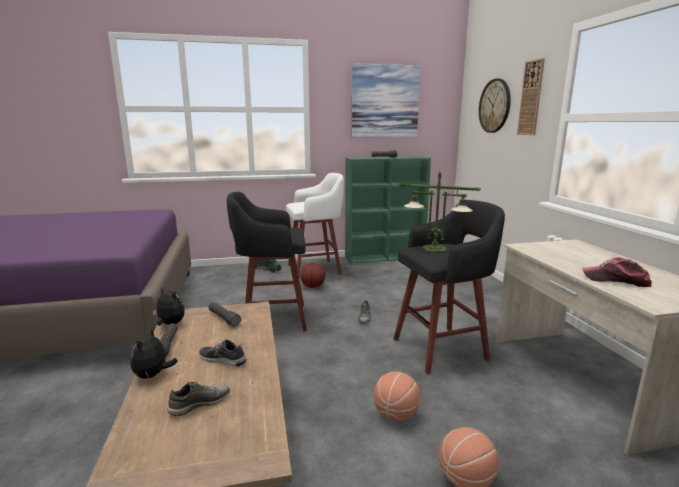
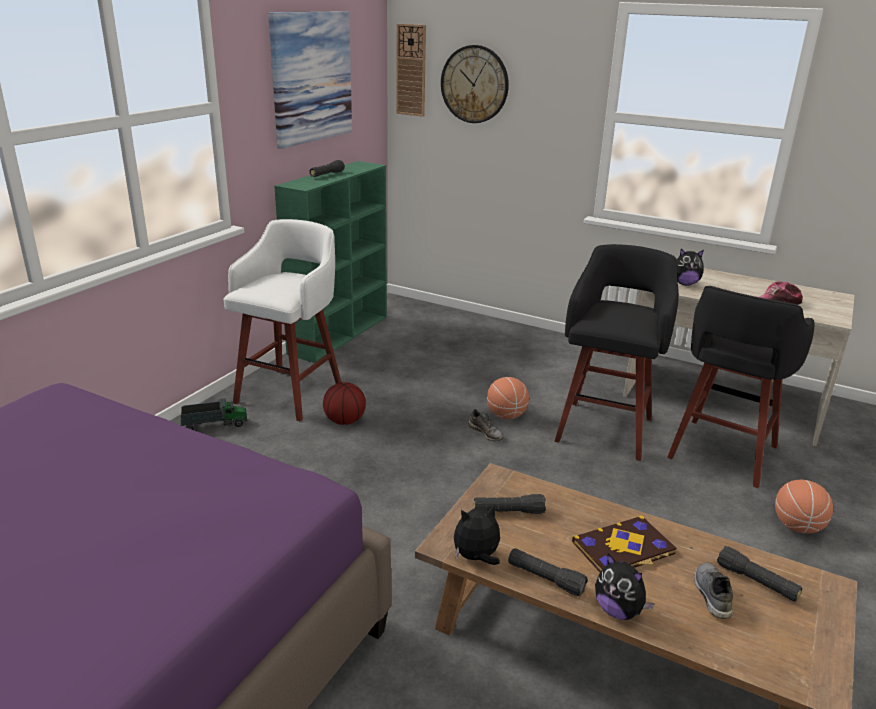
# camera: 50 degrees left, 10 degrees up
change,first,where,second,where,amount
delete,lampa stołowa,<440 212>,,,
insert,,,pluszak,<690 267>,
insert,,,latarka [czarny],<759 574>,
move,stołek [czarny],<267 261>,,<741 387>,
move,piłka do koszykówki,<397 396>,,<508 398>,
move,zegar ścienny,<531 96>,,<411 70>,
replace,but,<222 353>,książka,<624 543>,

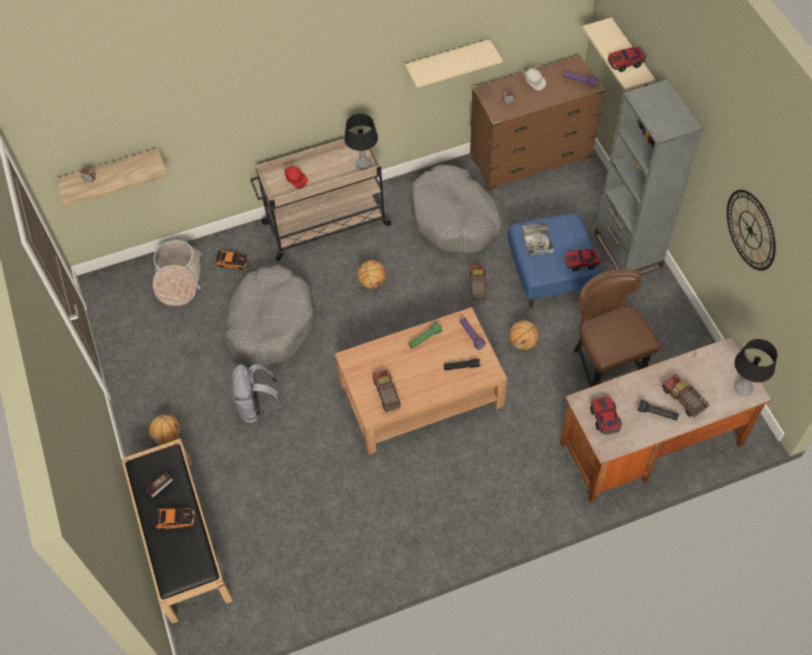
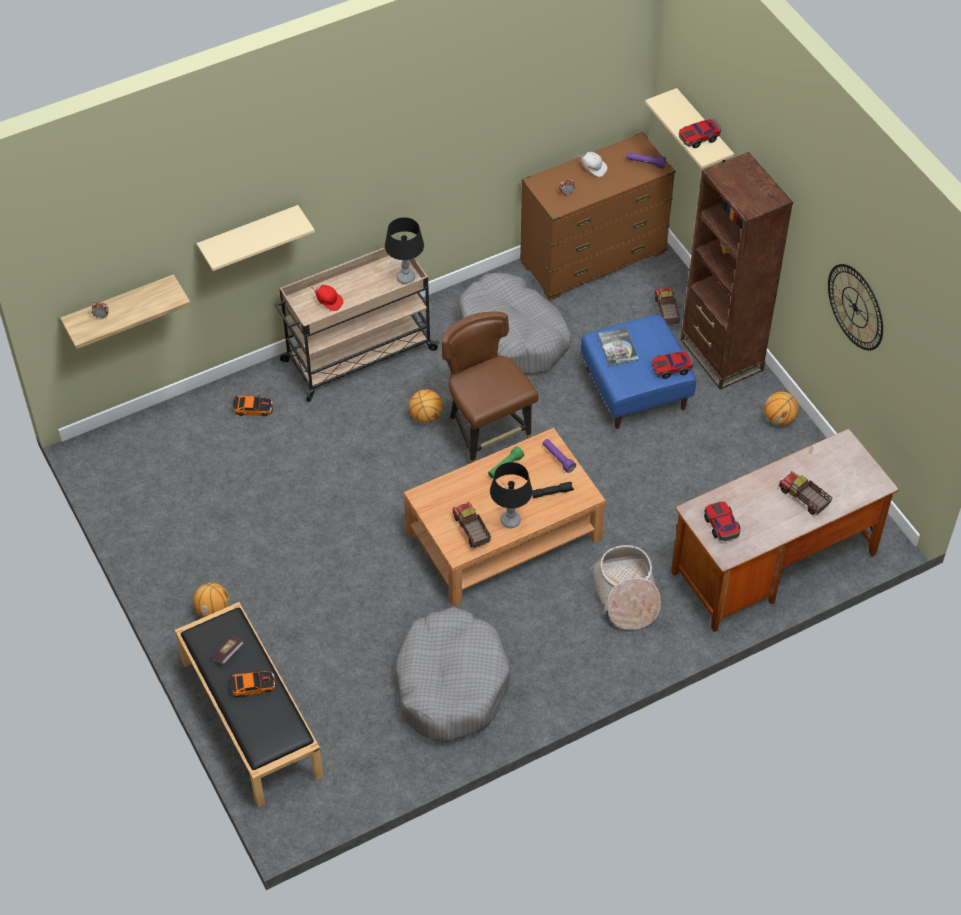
# camera: 10 degrees left, 5 degrees down
change,first,where,second,where,amount
delete,plecak [szary],<256 393>,,,
delete,latarka [czarny],<658 410>,,,
move,koszyk,<177 273>,,<625 587>,
move,legowisko [szary],<270 315>,,<452 674>,
move,półka [beżowy],<454 63>,,<256 238>,
move,ciężarówka zabawkowa,<478 282>,,<667 306>,
move,piłka do koszykówki,<524 335>,,<781 408>,
move,krzesło [brązowy],<615 328>,,<490 387>,
move,lampa stołowa [czarny],<755 367>,,<511 495>,
recolor,regał [szary],<649 177>,regał [brązowy],<737 271>,

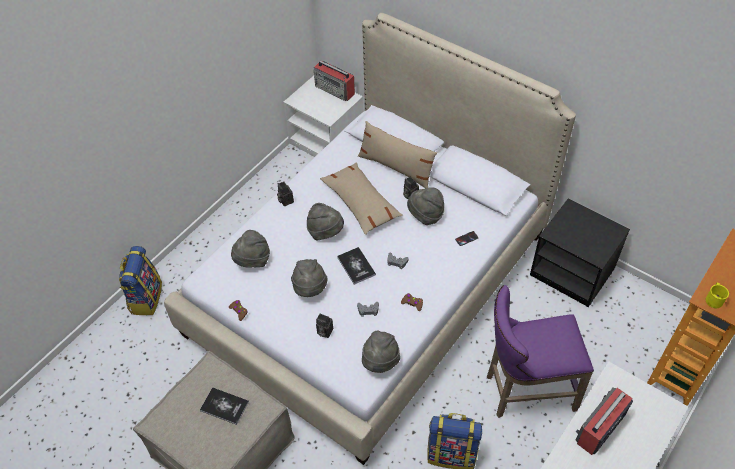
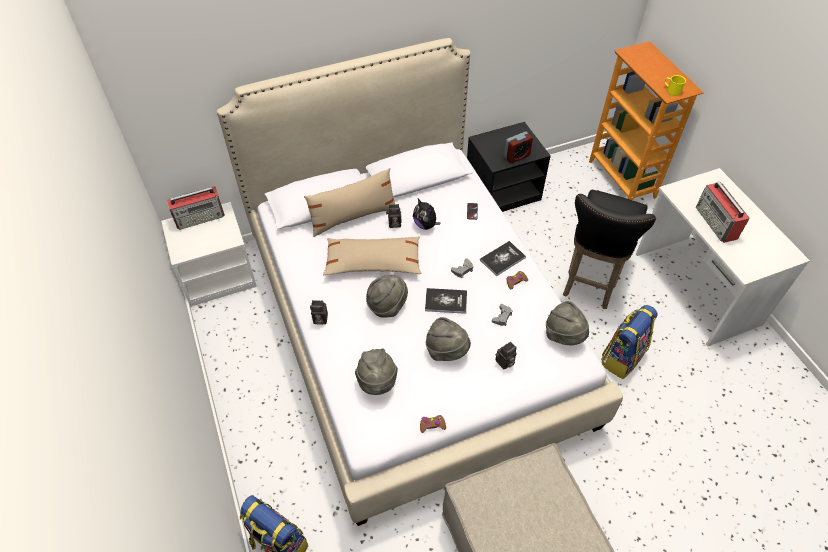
# camera: 60 degrees left, 0 degrees up
change,first,where,second,where,amount
insert,,,budzik,<518 147>,
move,książka,<224 406>,,<503 258>,
replace,kapelusz [szary],<425 206>,pluszak,<427 214>,
recolor,stołek [fioletowy],<540 351>,stołek [czarny],<609 249>,

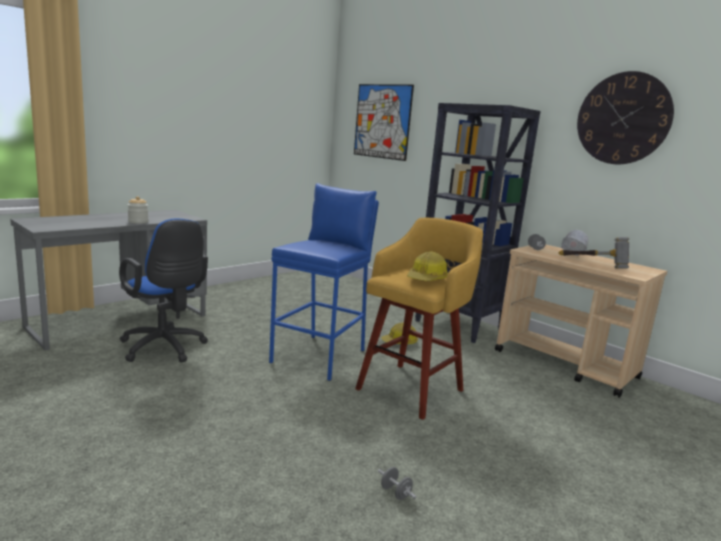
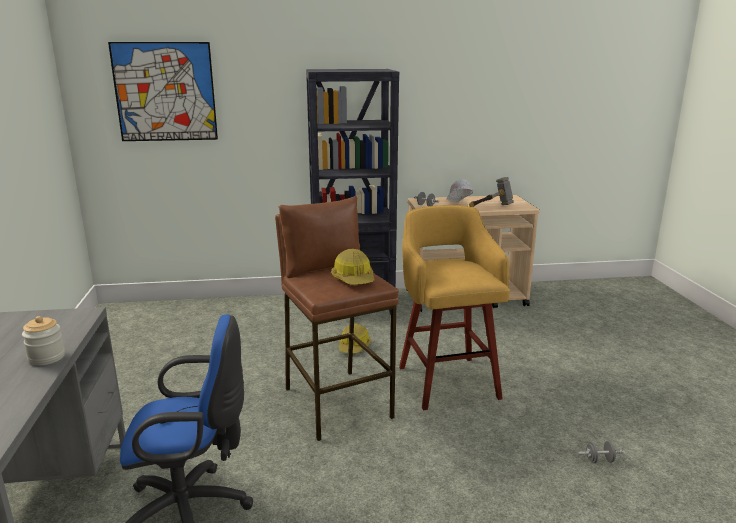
# camera: 50 degrees left, 5 degrees up
change,first,where,second,where,amount
delete,zegar ścienny,<625 117>,,,
move,kask,<427 266>,,<353 267>,
recolor,stołek [niebieski],<324 282>,stołek [brązowy],<337 318>,

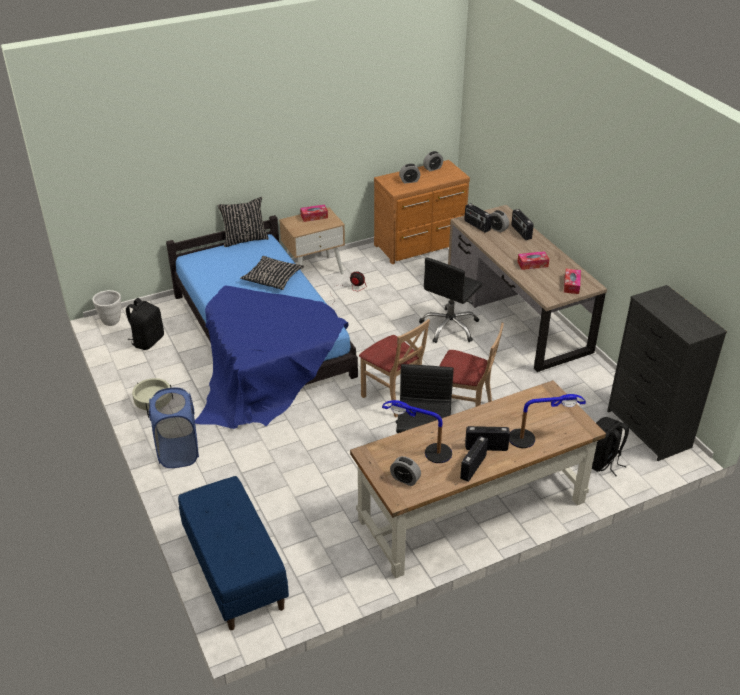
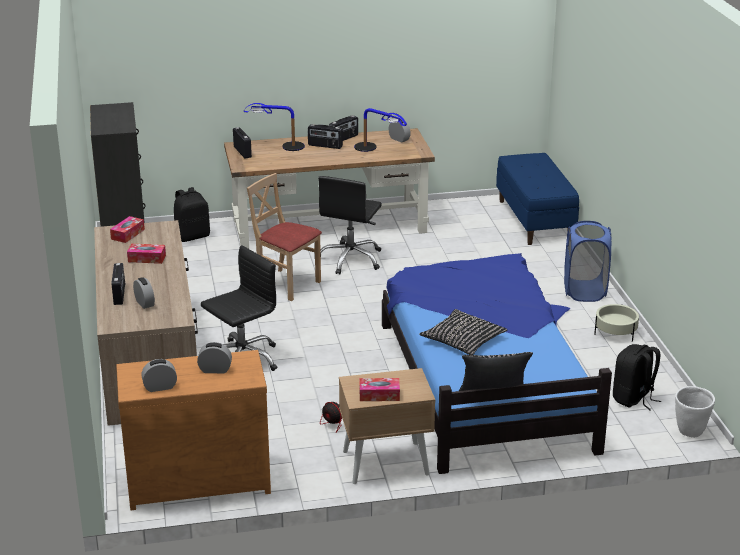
# camera: 165 degrees left, 10 degrees down
change,first,where,second,where,amount
delete,krzesło [beżowy],<394 368>,,,
move,radio,<478 218>,,<242 142>,

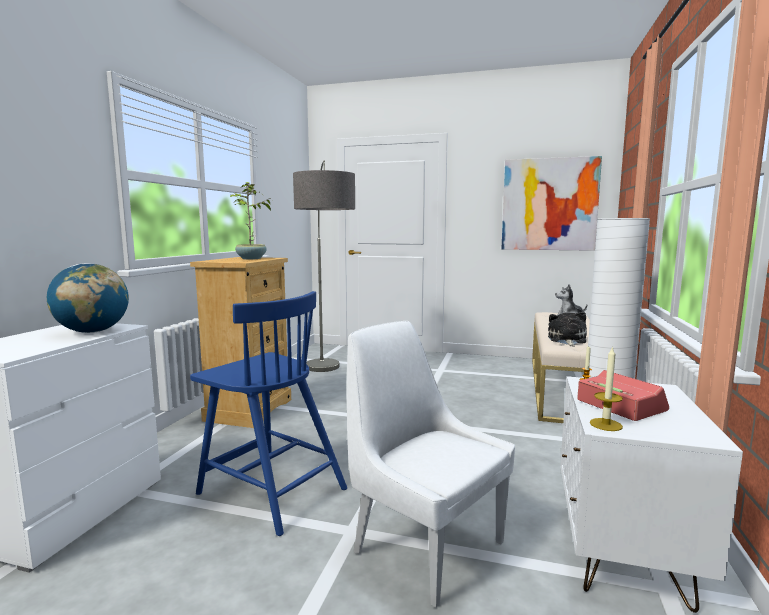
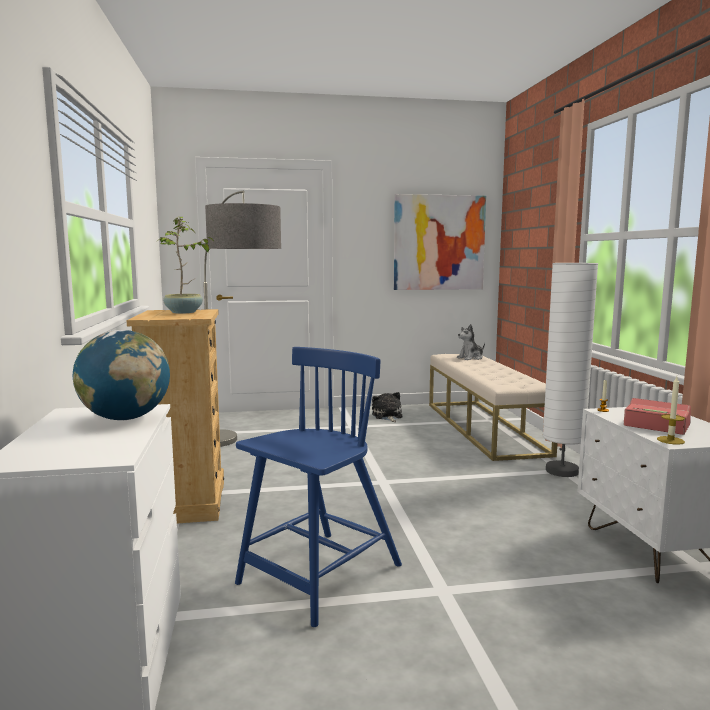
# camera: 25 degrees left, 0 degrees up
change,first,where,second,where,amount
delete,krzesło [biały],<431 464>,,,
move,pluszak,<567 329>,,<387 407>,
rotate,krzesło [niebieski],<268 413>,,<318 487>,60 degrees counterclockwise

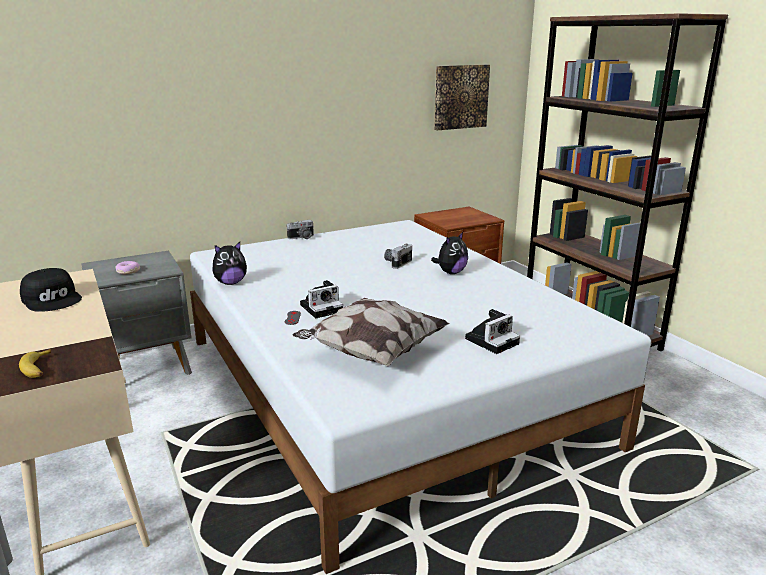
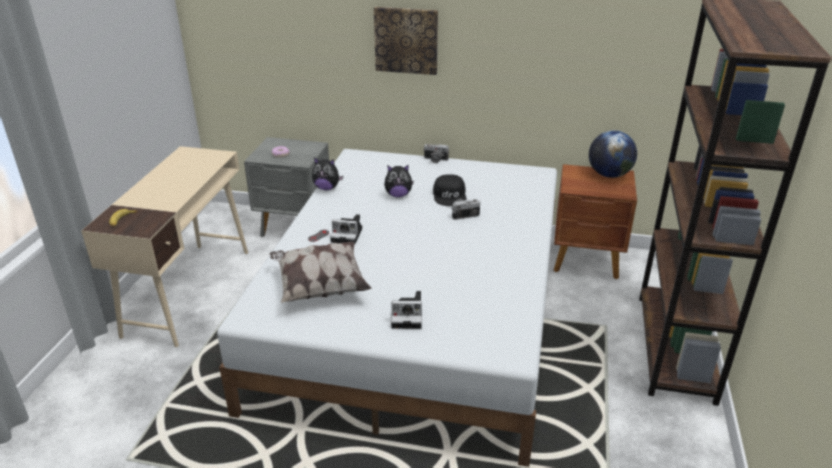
# camera: 40 degrees right, 10 degrees up
change,first,where,second,where,amount
insert,,,globus,<613 154>,
move,czapka z daszkiem [czarny],<51 290>,,<450 190>,
move,pluszak,<449 253>,,<399 181>,
move,obraz,<462 97>,,<406 41>,

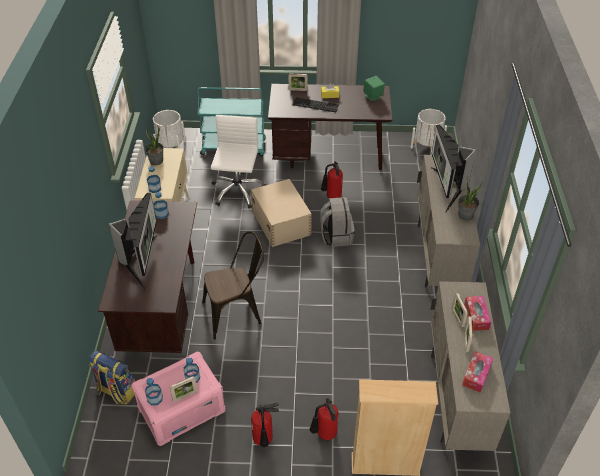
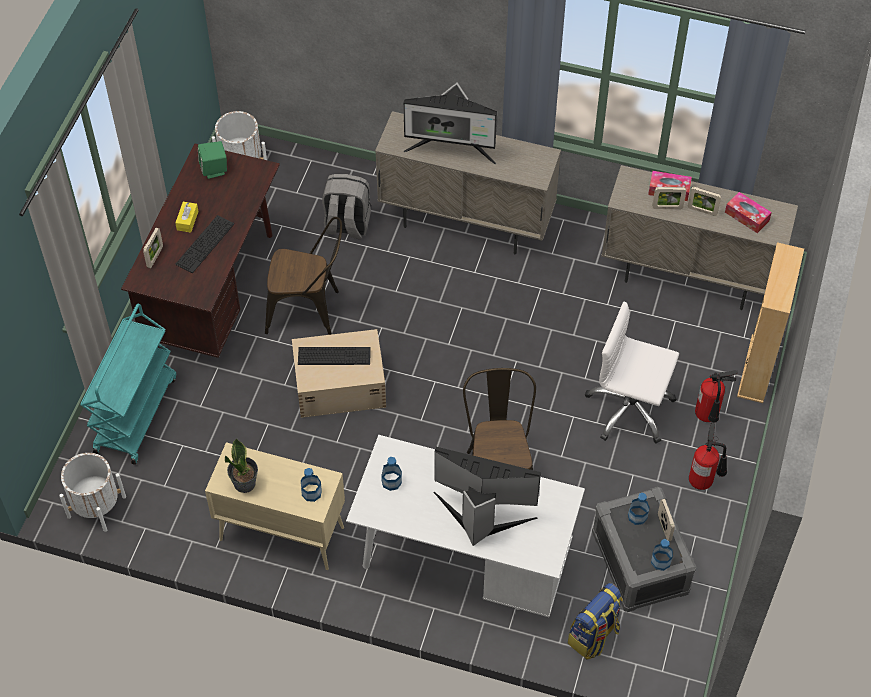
# camera: 75 degrees left, 10 degrees up
change,first,where,second,where,amount
delete,roślina doniczkowa,<470 198>,,,
insert,,,klawiatura,<334 356>,
move,krzesło biurowe [biały],<238 162>,,<632 373>,
move,plecak [szary],<337 222>,,<346 206>,
replace,gaśnica,<332 179>,krzesło [brązowy],<303 276>,
recolor,biurko [brązowy],<147 276>,biurko [biały],<465 526>,
recolor,pojemnik do przechowywania [różowy],<178 399>,pojemnik do przechowywania [szary],<644 549>,

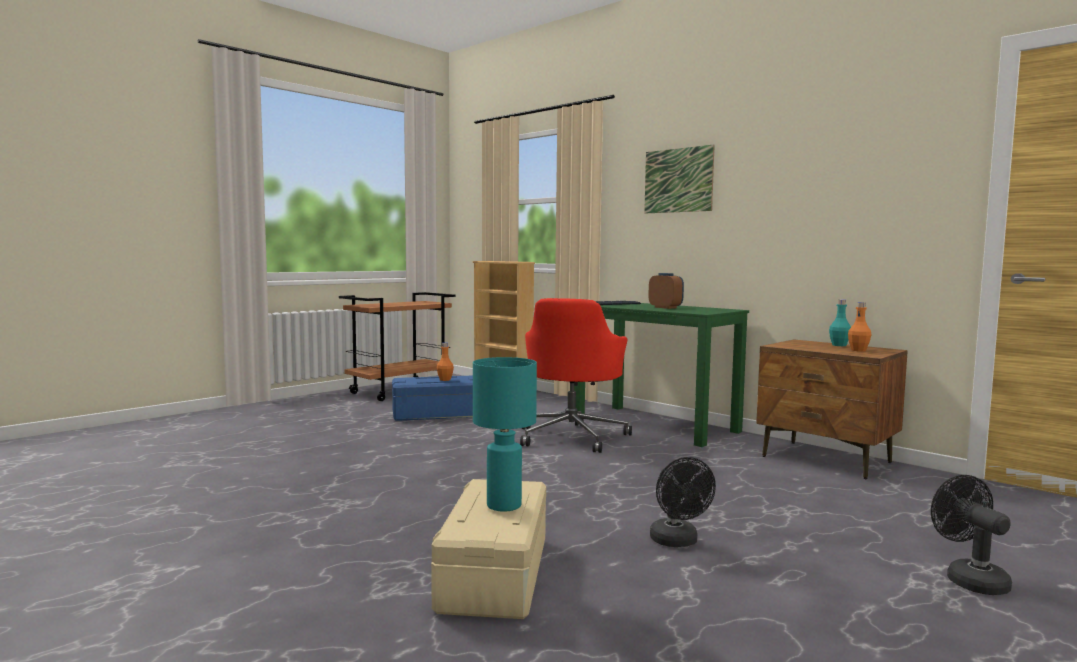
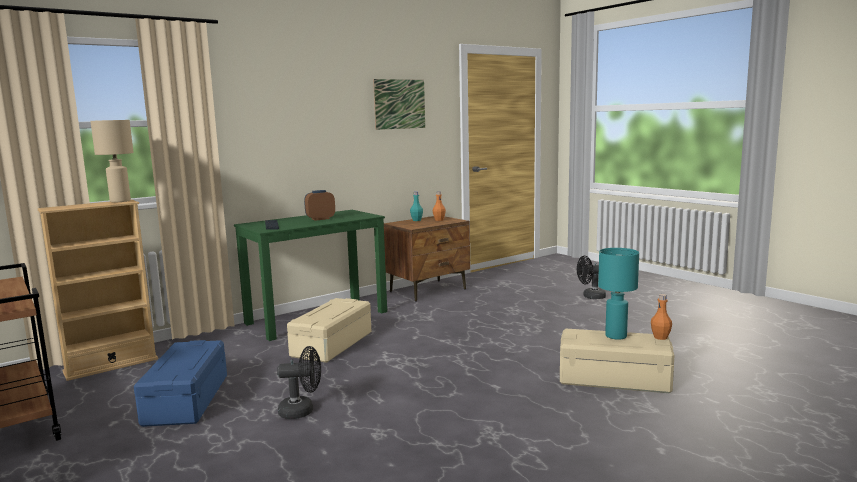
# camera: 80 degrees left, 5 degrees up
change,first,where,second,where,amount
insert,,,lampa stołowa [beżowy],<112 161>,
move,butelka [pomarańczowy],<445 362>,,<661 317>,
move,obraz,<679 178>,,<399 104>,
move,wentylator [czarny],<683 502>,,<299 382>,
replace,krzesło biurowe [czerwony],<576 375>,pojemnik do przechowywania [beżowy],<329 330>,

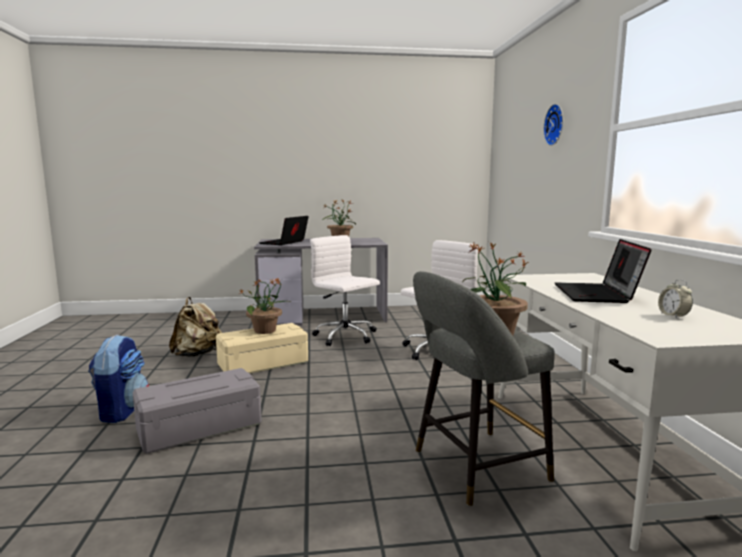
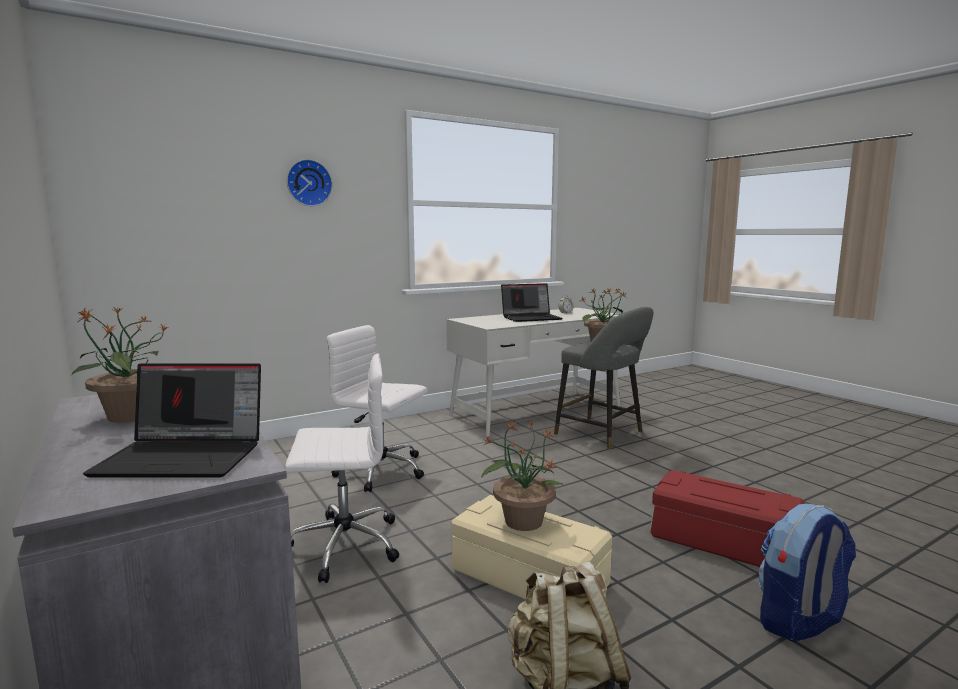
# camera: 115 degrees left, 0 degrees up
change,first,where,second,where,amount
recolor,pojemnik do przechowywania [szary],<197 411>,pojemnik do przechowywania [czerwony],<727 518>,
rotate,krzesło biurowe [biały],<345 290>,,<342 468>,120 degrees counterclockwise

